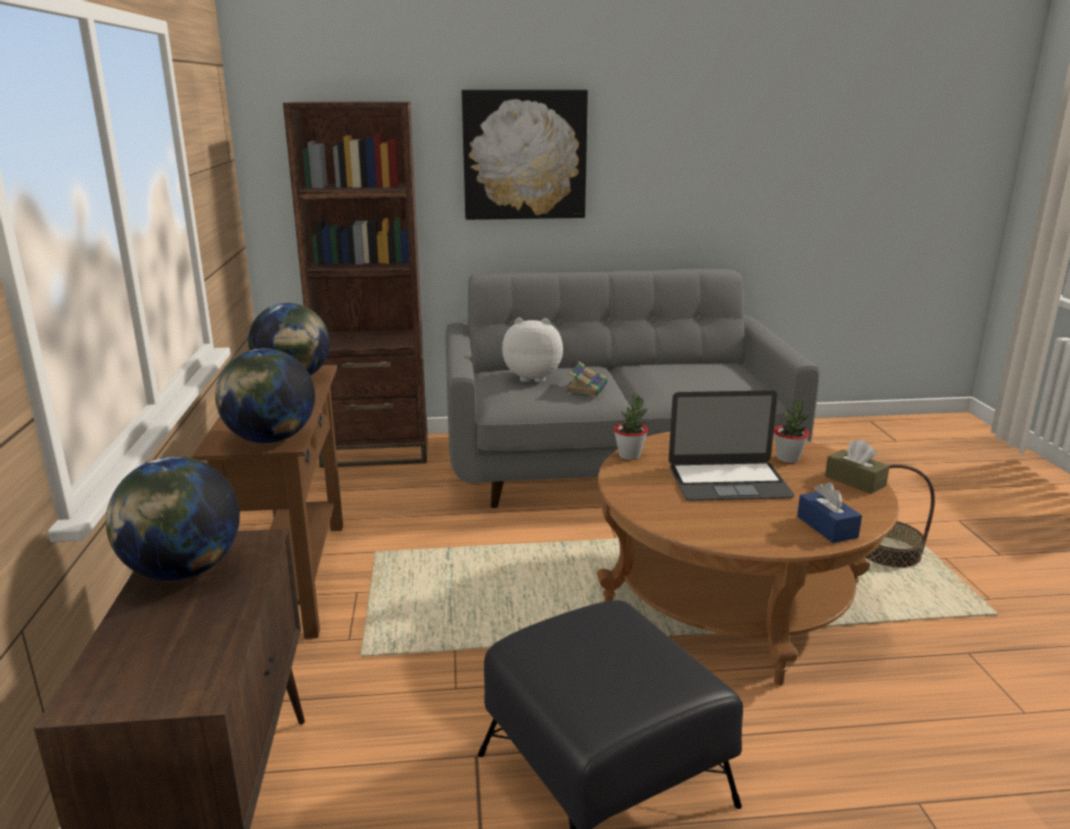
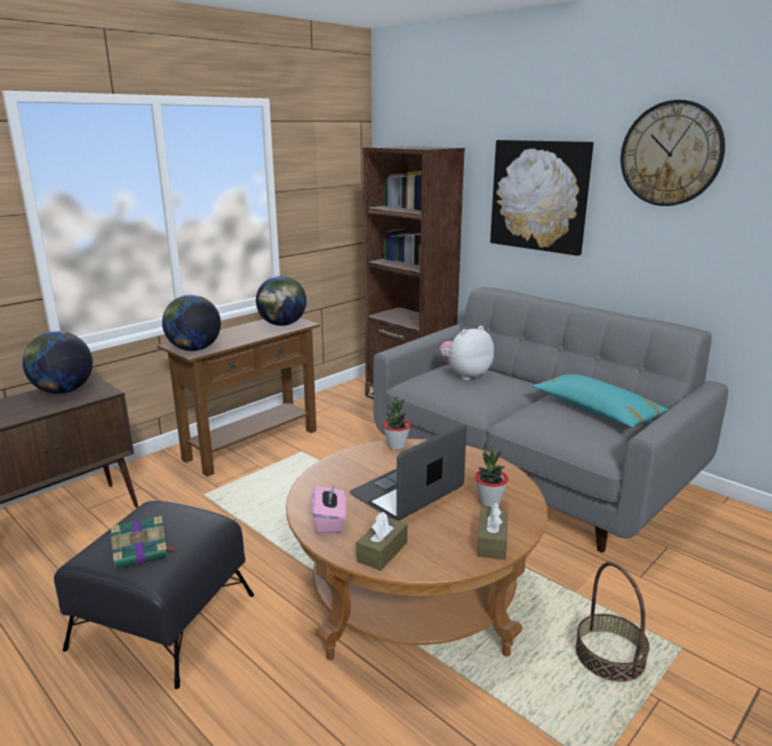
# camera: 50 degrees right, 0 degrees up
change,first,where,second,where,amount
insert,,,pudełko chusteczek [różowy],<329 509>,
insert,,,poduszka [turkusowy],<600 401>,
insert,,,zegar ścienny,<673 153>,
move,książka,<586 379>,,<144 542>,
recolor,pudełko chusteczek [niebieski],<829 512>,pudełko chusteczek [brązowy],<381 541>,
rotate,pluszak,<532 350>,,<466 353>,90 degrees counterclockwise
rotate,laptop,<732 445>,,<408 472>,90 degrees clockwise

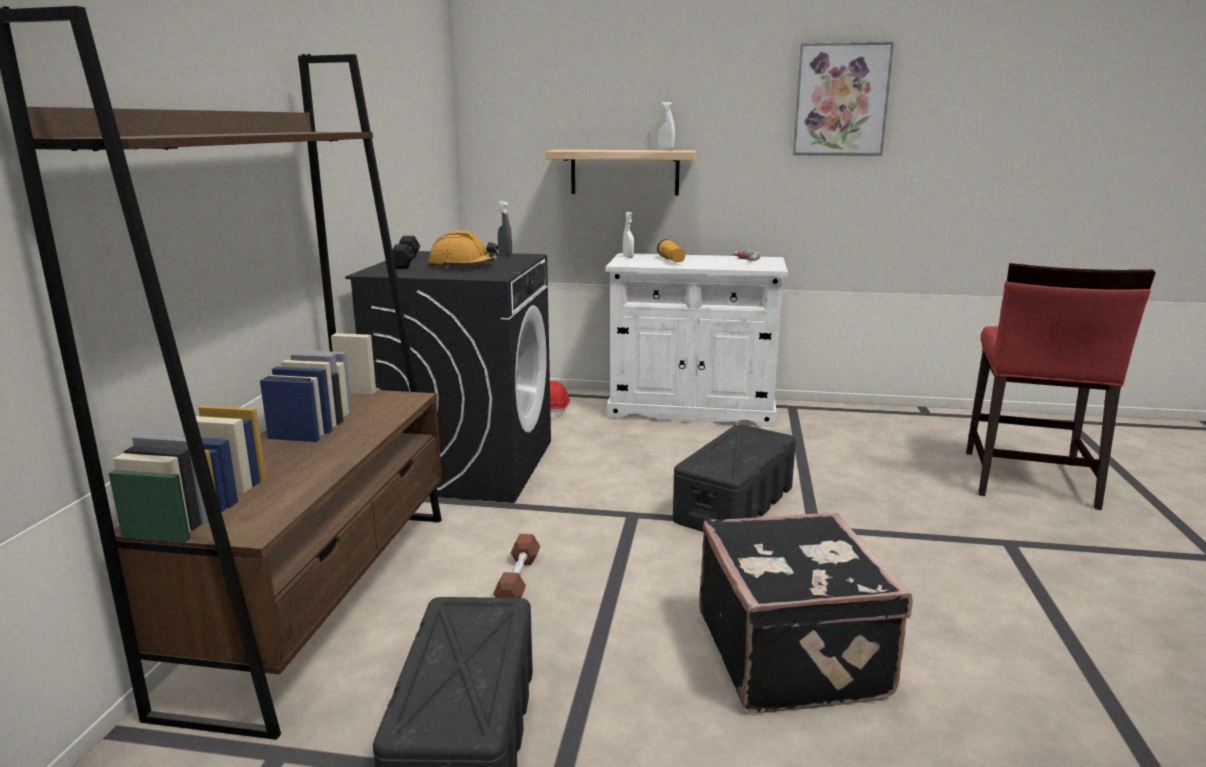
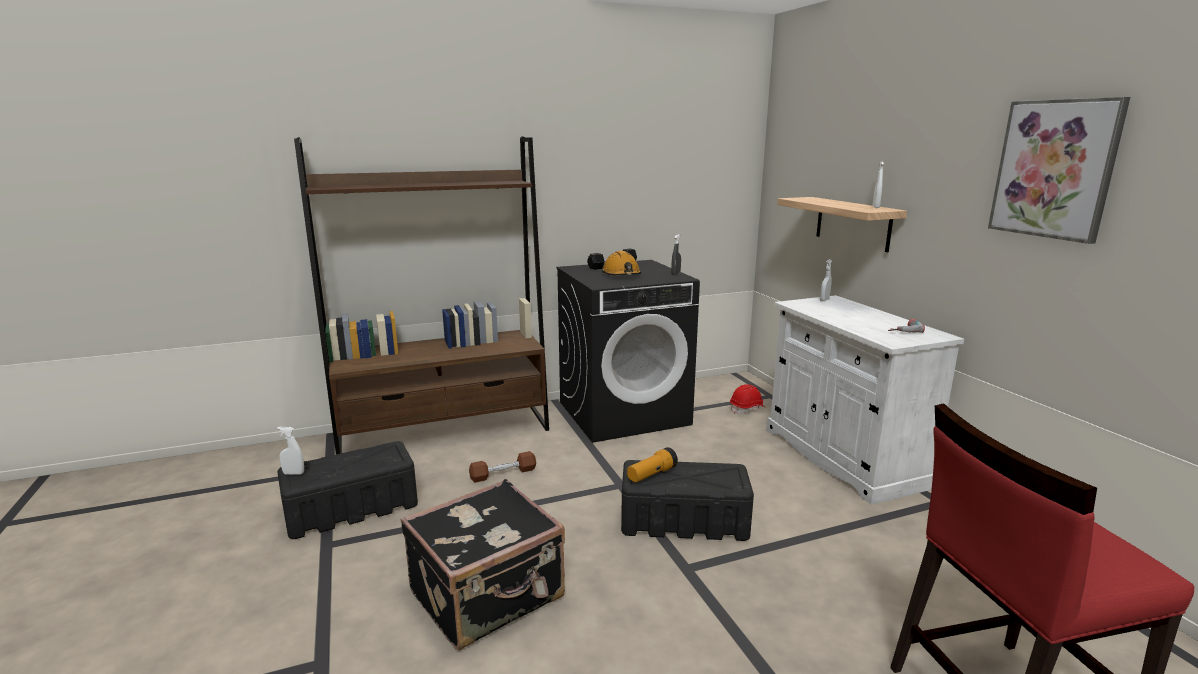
# camera: 60 degrees right, 0 degrees up
change,first,where,second,where,amount
insert,,,spryskiwacz [biały],<290 451>,
move,latarka,<671 250>,,<652 464>,

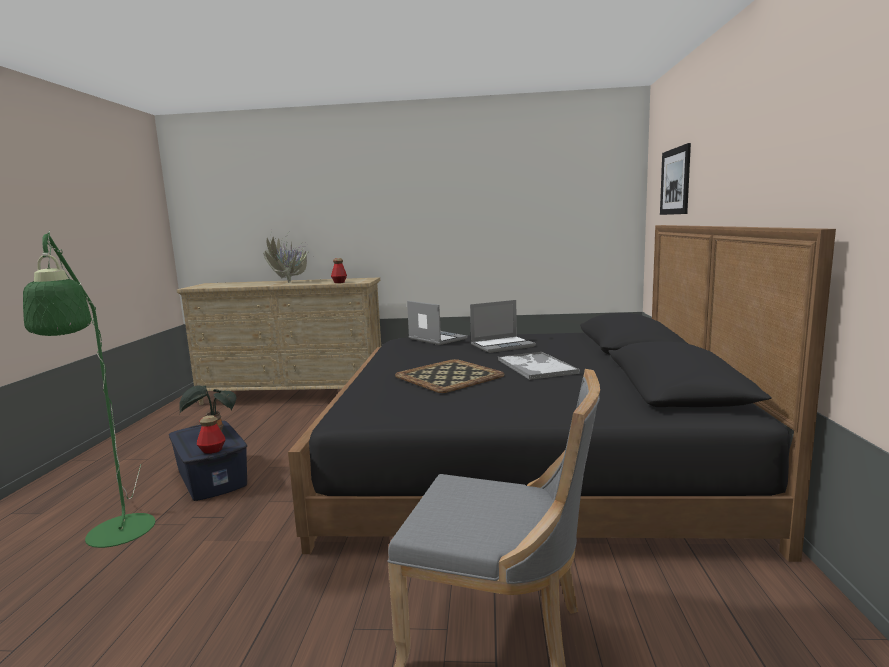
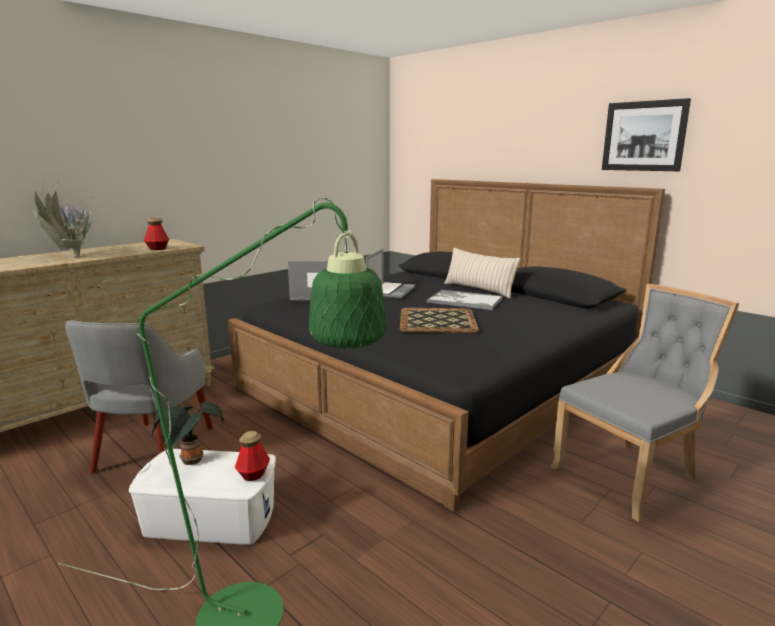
# camera: 50 degrees left, 5 degrees up
change,first,where,second,where,amount
insert,,,fotel [szary],<139 397>,
insert,,,poduszka [beżowy],<482 273>,
move,obraz,<675 179>,,<646 134>,
recolor,pojemnik do przechowywania [niebieski],<208 461>,pojemnik do przechowywania [biały],<202 497>,

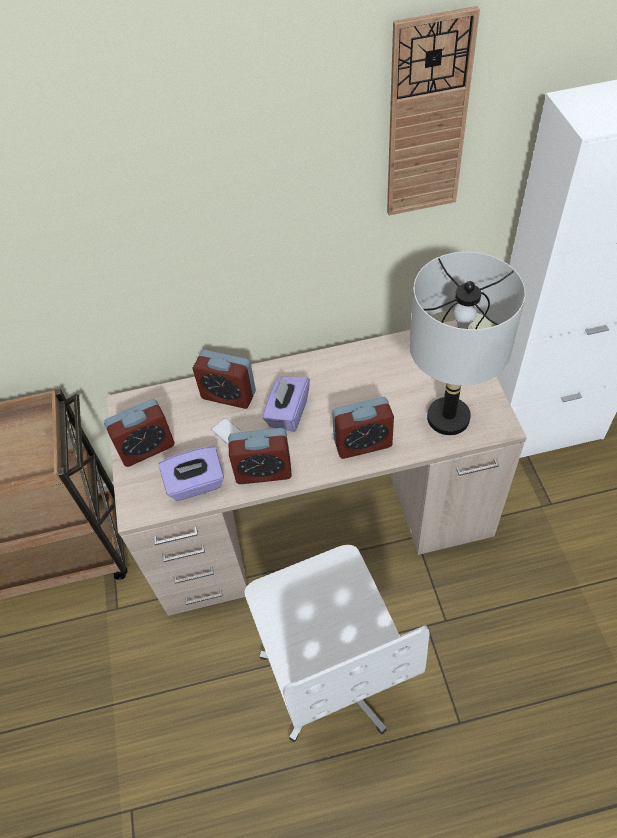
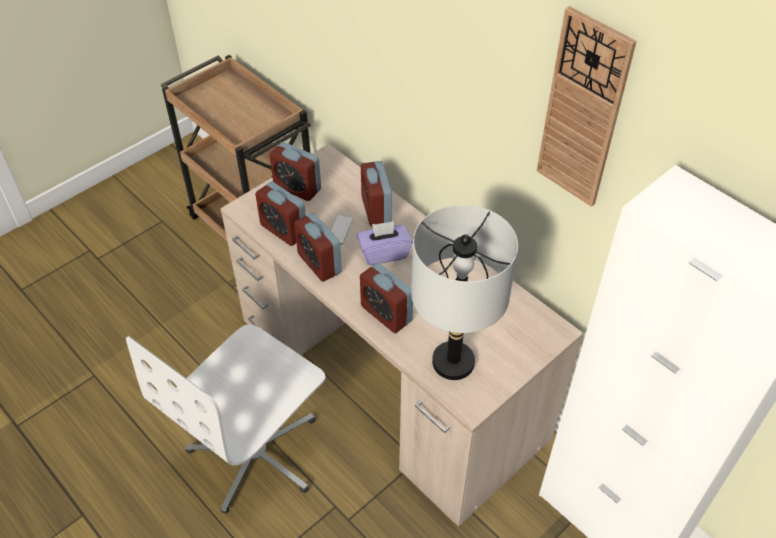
# camera: 55 degrees right, 5 degrees down
change,first,where,second,where,amount
replace,pudełko chusteczek [fioletowy],<191 473>,budzik,<280 214>,

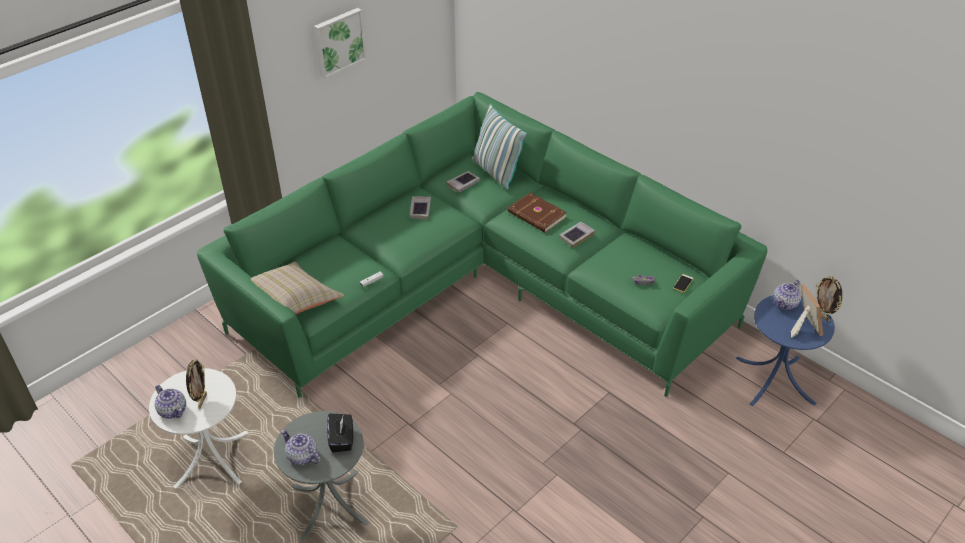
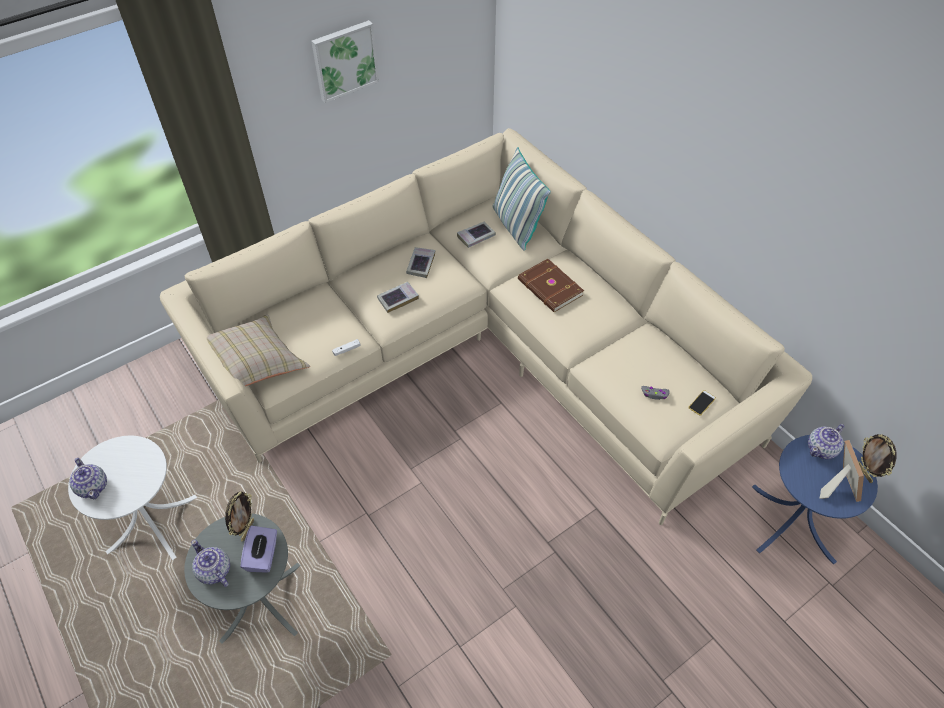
# camera: 10 degrees right, 10 degrees up
change,first,where,second,where,amount
move,ramka na zdjęcie,<196 384>,,<239 516>,
move,książka,<577 235>,,<398 297>,
recolor,kanapa [zielony],<482 245>,kanapa [beżowy],<486 326>,
recolor,pudełko chusteczek [czarny],<340 432>,pudełko chusteczek [fioletowy],<259 549>,

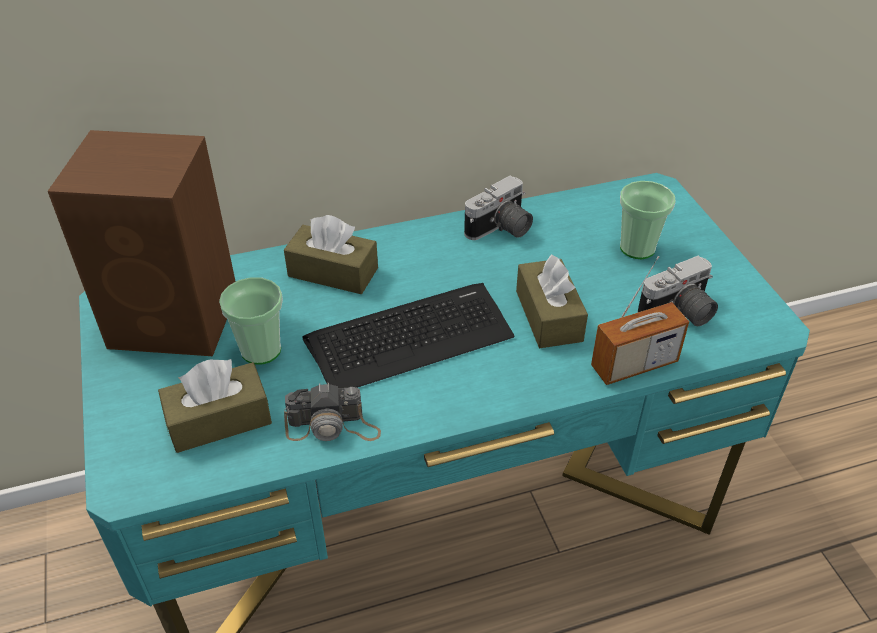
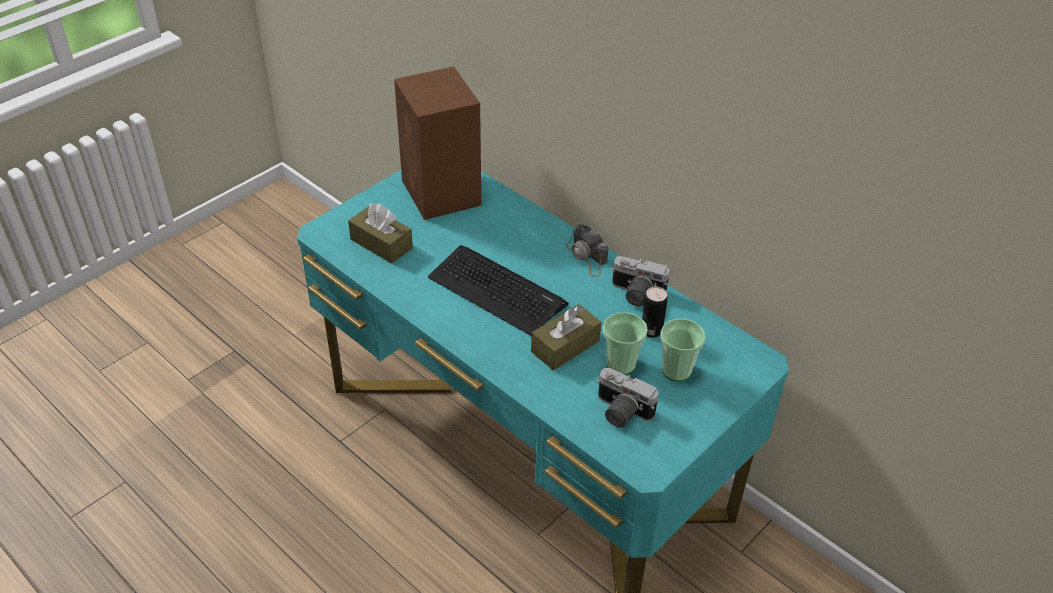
# camera: 60 degrees right, 0 degrees up
change,first,where,second,where,amount
delete,pudełko chusteczek [brązowy],<331 254>,,,
delete,radio,<640 320>,,,
insert,,,puszka,<655 312>,
move,filiżanka,<251 321>,,<625 343>,
move,aparat fotograficzny,<332 412>,,<587 250>,

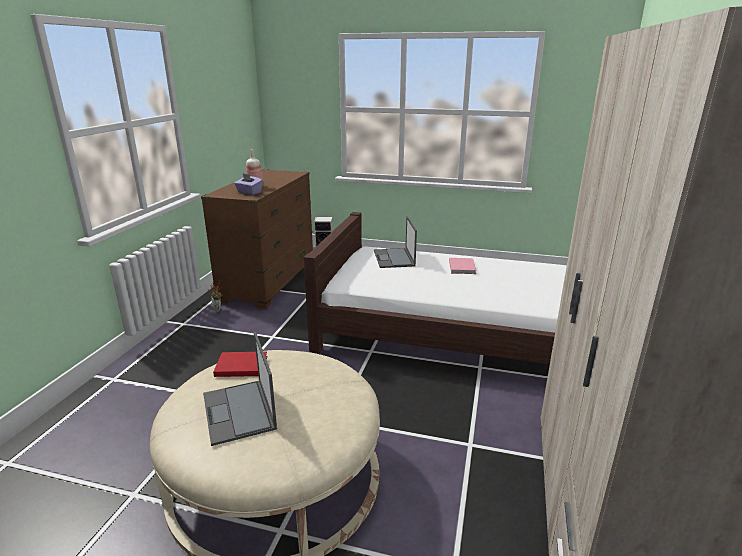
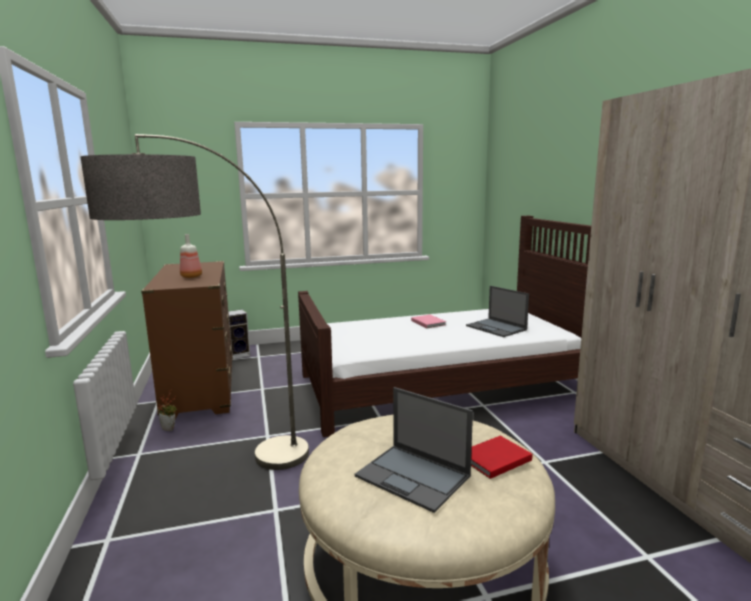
# camera: 30 degrees left, 10 degrees down
change,first,where,second,where,amount
delete,pudełko chusteczek [fioletowy],<248 184>,,,
insert,,,lampa stojąca,<195 302>,
move,książka [czerwony],<240 364>,,<501 457>,
move,laptop,<395 242>,,<497 311>,

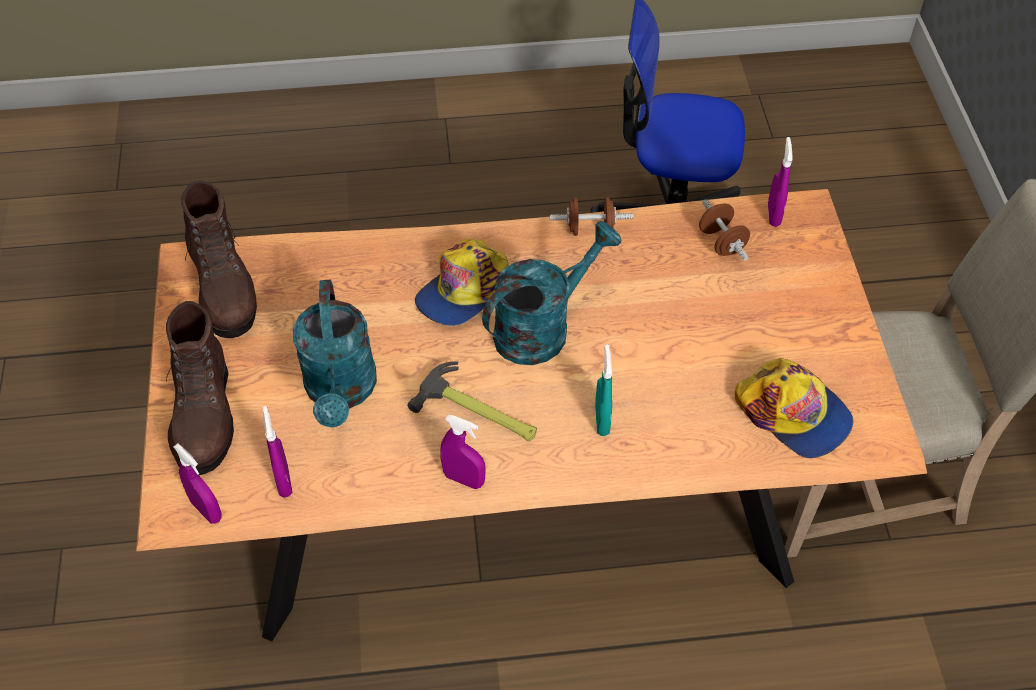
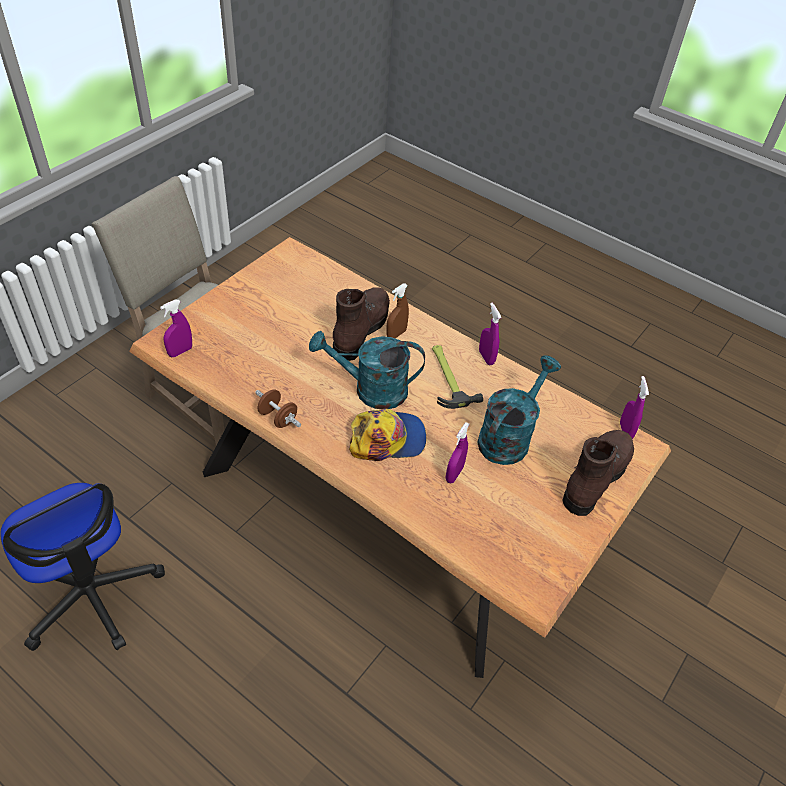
# camera: 140 degrees left, 5 degrees down
change,first,where,second,where,amount
delete,hantel [brązowy],<724 230>,,,
delete,czapka z daszkiem,<794 408>,,,
move,but z cholewką [brązowy],<219 259>,,<361 324>,
move,spryskiwacz [fioletowy],<277 451>,,<457 452>,
recolor,spryskiwacz [turkusowy],<603 390>,spryskiwacz [brązowy],<397 311>,

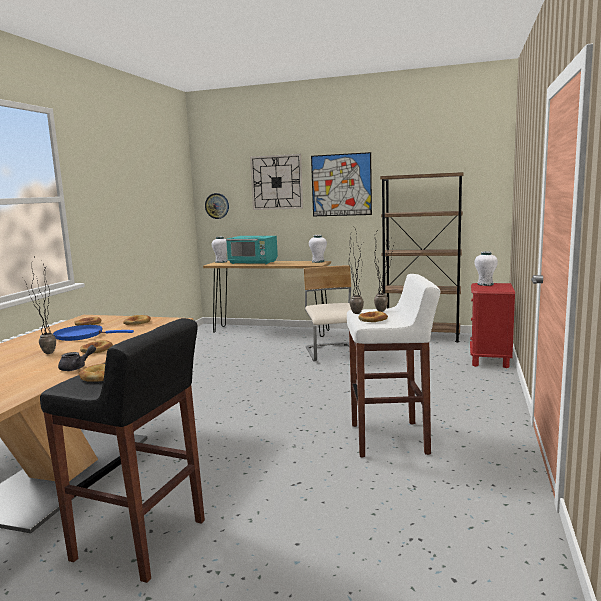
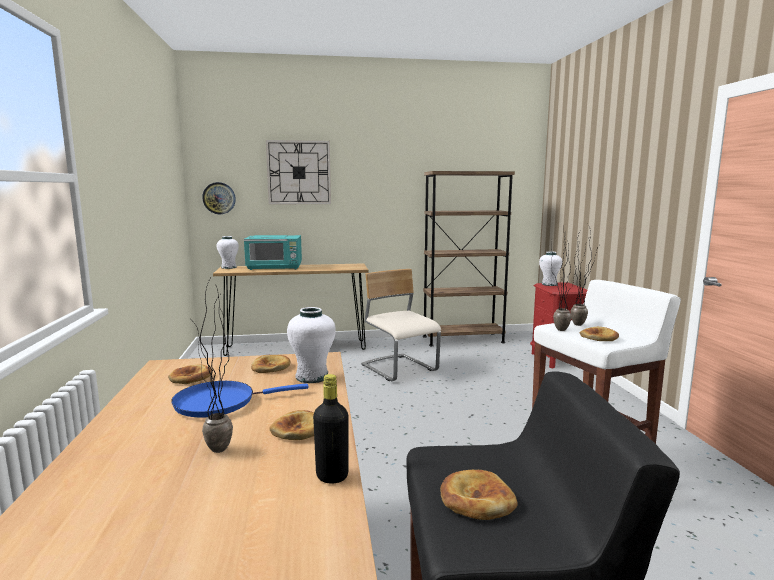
# camera: 25 degrees left, 0 degrees up
change,first,where,second,where,amount
delete,obraz,<341 184>,,,
move,wazon [biały],<318 249>,,<311 345>,
replace,imbryk [szary],<77 358>,butelka [czarny],<330 428>,

